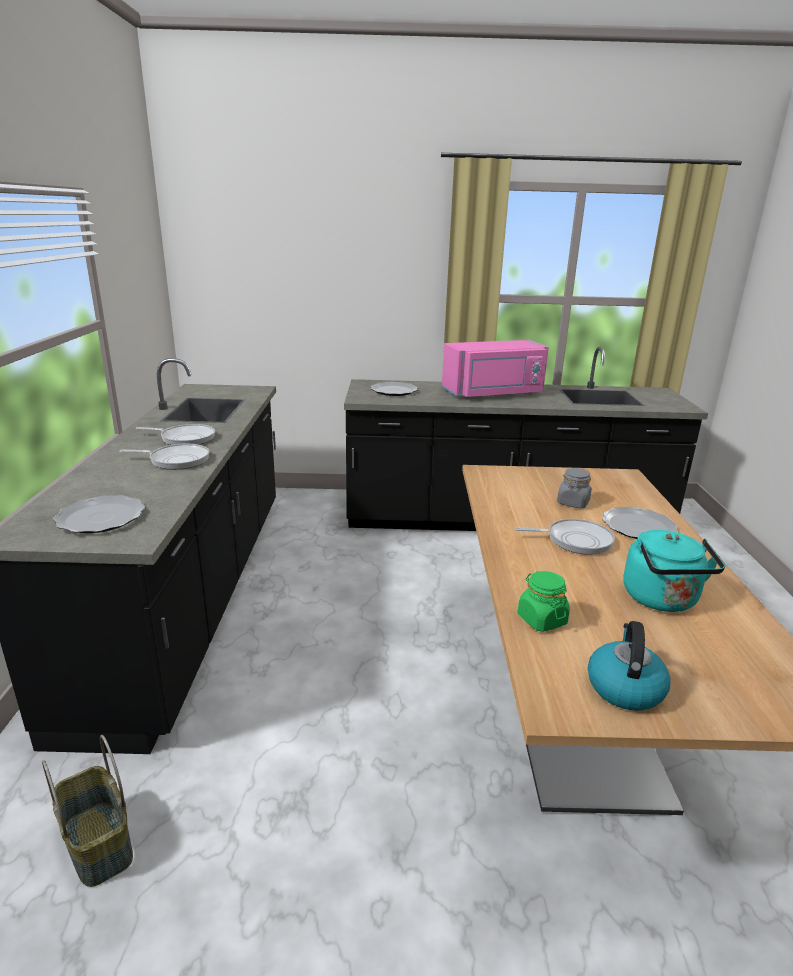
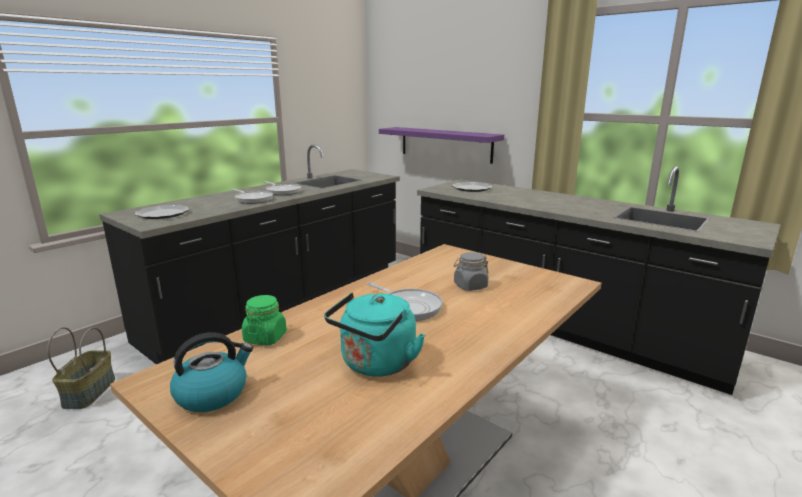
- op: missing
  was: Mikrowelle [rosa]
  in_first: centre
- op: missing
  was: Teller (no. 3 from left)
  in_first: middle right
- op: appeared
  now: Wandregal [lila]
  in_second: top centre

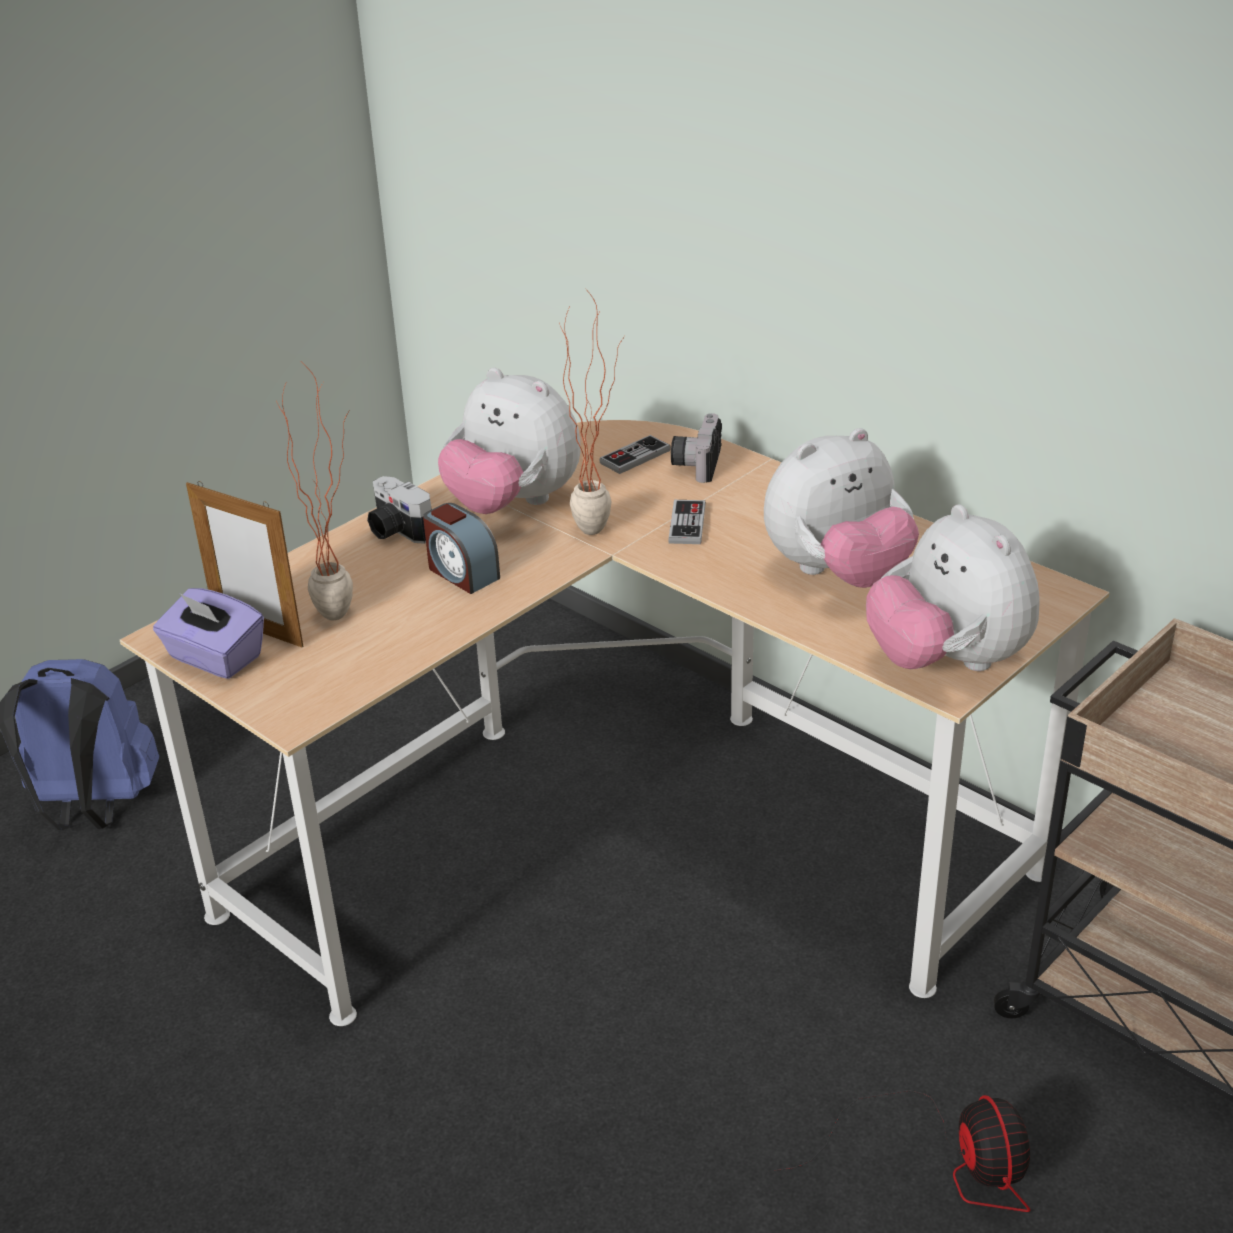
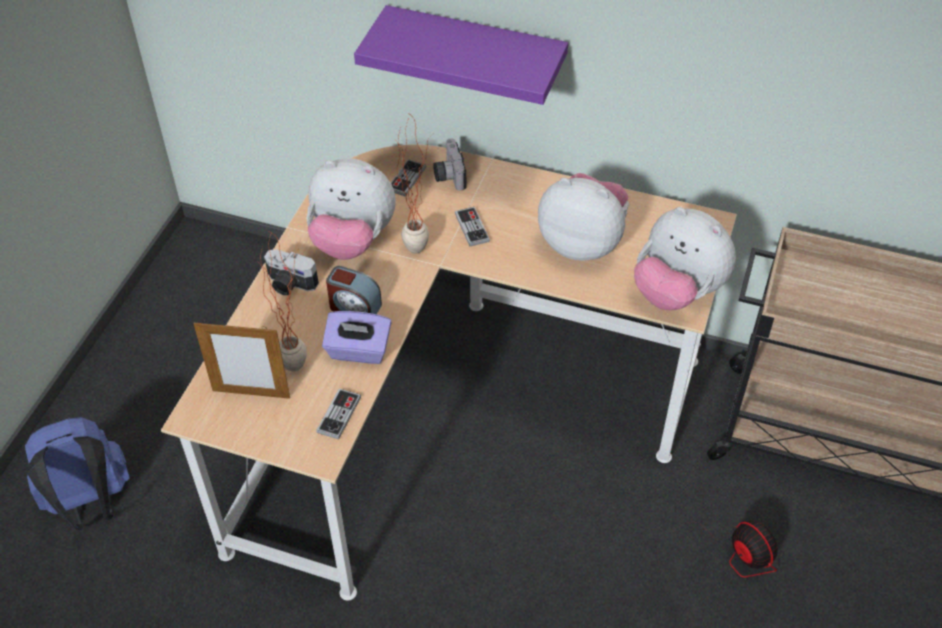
- op: spun
  was: Plüschtier (no. 2 from left)
  in_first: middle right
  in_second: centre
  clockwise: -105
- op: relocated
  was: Taschentuchbox [lila]
  in_first: middle left
  in_second: centre
- op: appeared
  now: Wandregal [lila]
  in_second: top centre
- op: appeared
  now: Gamepad (no. 1 from left)
  in_second: centre

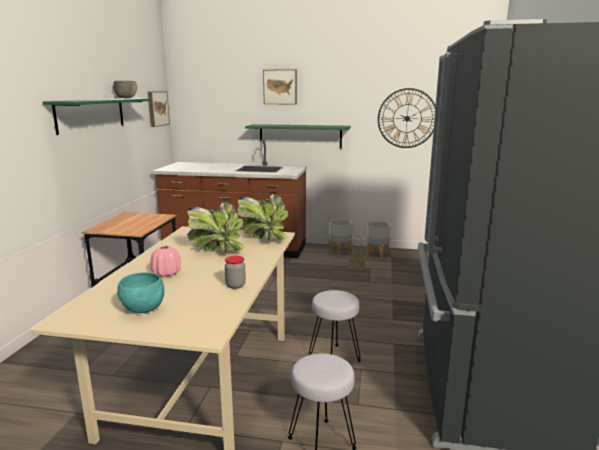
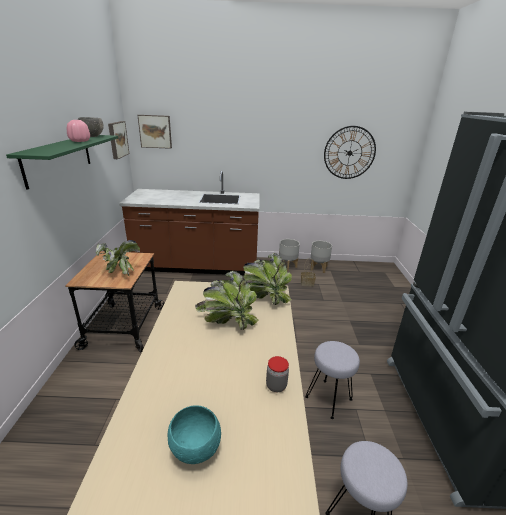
- op: relocated
  was: Bild (no. 2 from left)
  in_first: top centre
  in_second: top left
- op: missing
  was: Wandregal [grün] (no. 2 from left)
  in_first: top centre
- op: relocated
  was: Vase [rosa]
  in_first: middle left
  in_second: top left
- op: appeared
  now: Topfpflanze (no. 1 from left)
  in_second: middle left

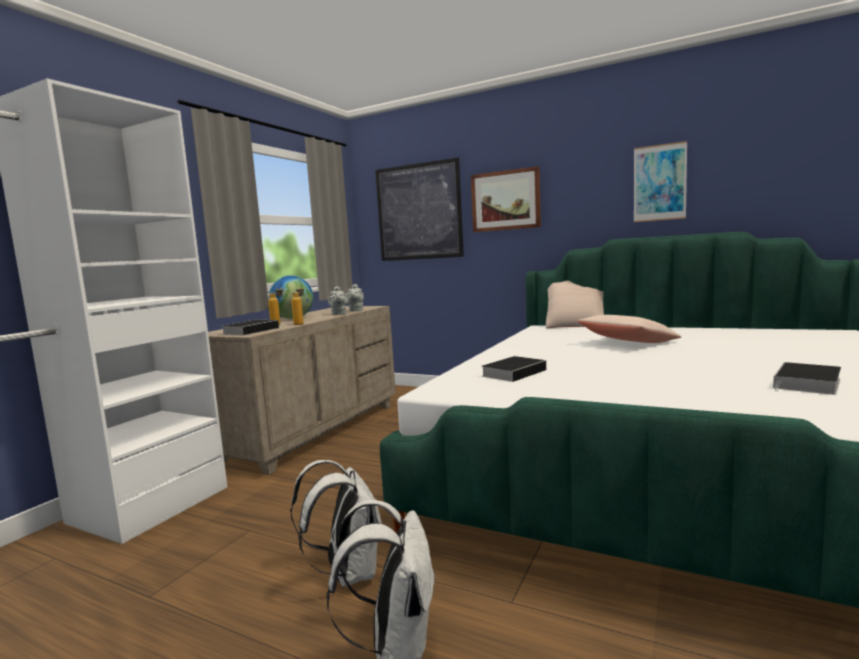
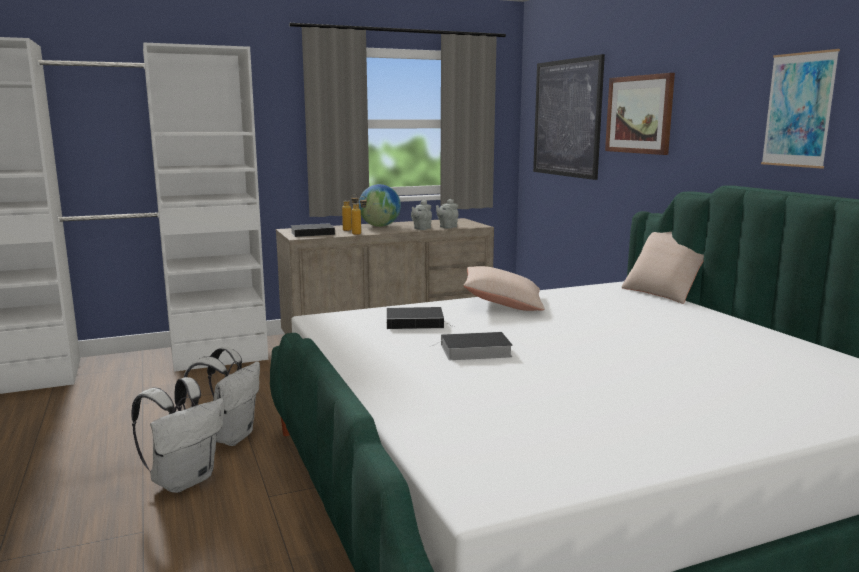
- op: relocated
  was: Kissen [beige] (no. 2 from left in the first image)
  now: Kissen [beige] (no. 1 from left)
  in_first: middle right
  in_second: centre
- op: relocated
  was: Buch (no. 3 from left)
  in_first: middle right
  in_second: centre

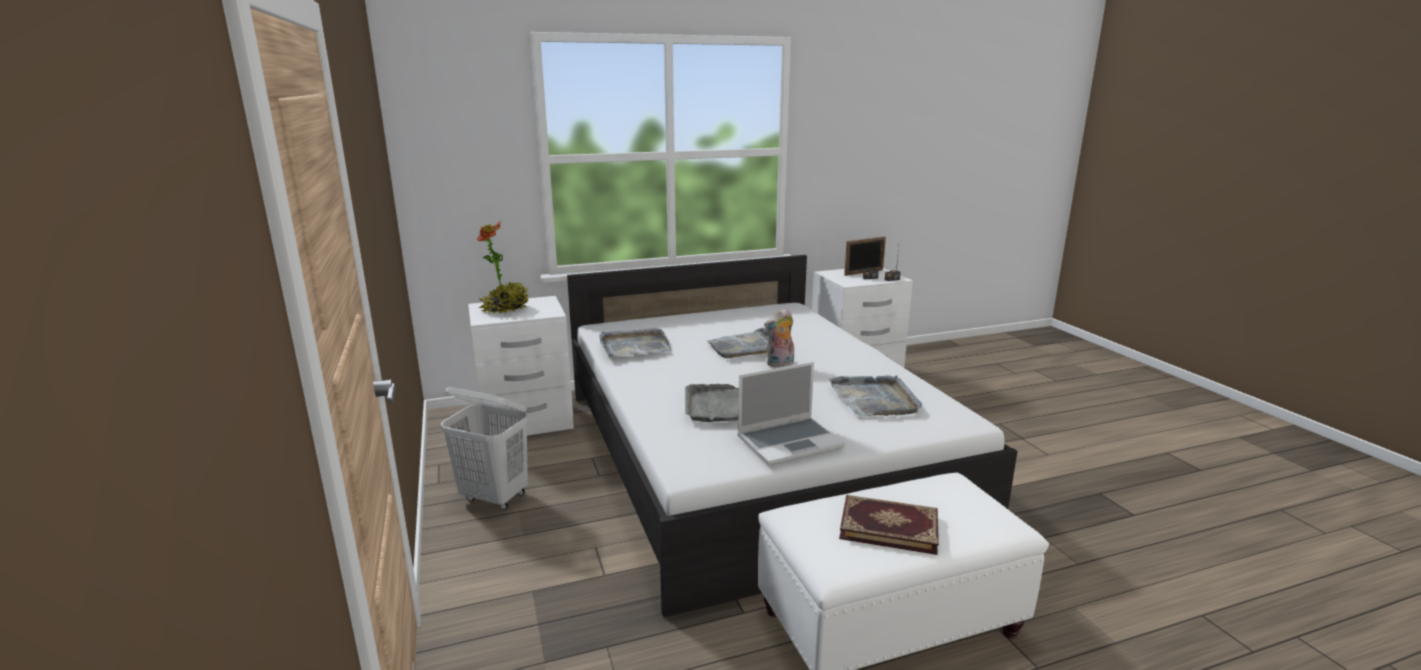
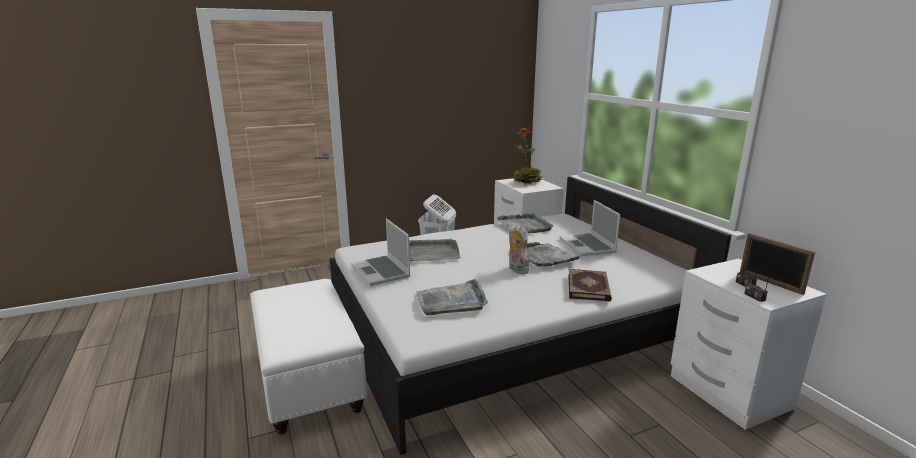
- op: relocated
  was: Buch
  in_first: bottom centre
  in_second: centre
- op: appeared
  now: Laptop (no. 2 from left)
  in_second: centre

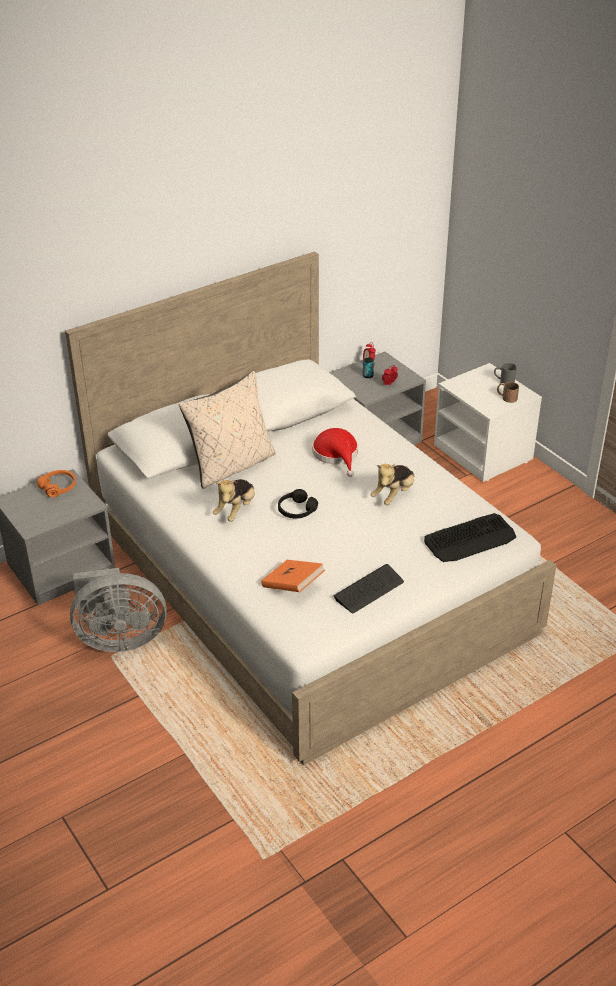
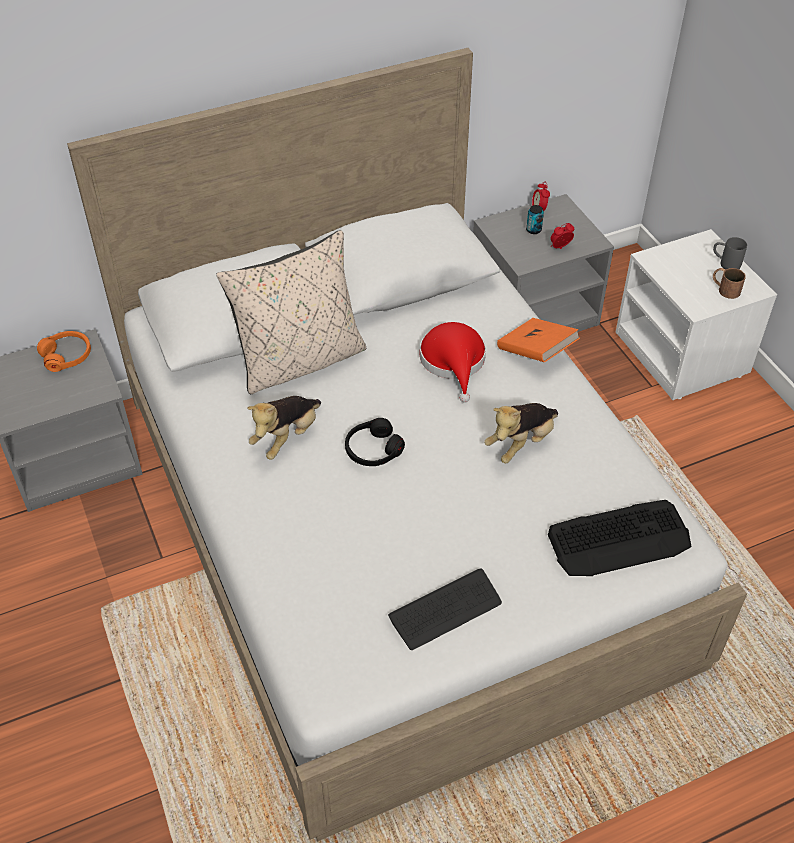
- op: relocated
  was: Buch [orange]
  in_first: centre
  in_second: middle right
- op: missing
  was: Ventilator [grau]
  in_first: middle left

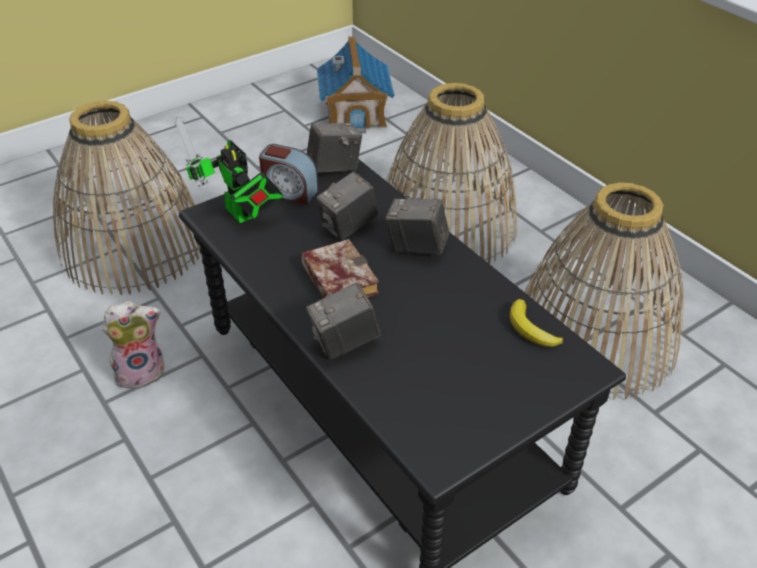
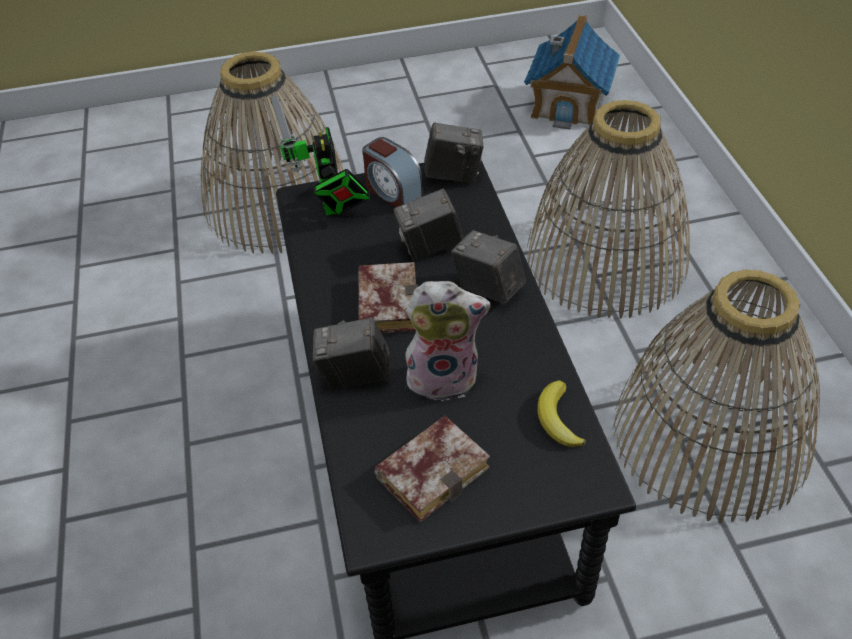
- op: relocated
  was: Plüschtier
  in_first: middle left
  in_second: centre
- op: appeared
  now: Buch (no. 2 from left)
  in_second: bottom centre

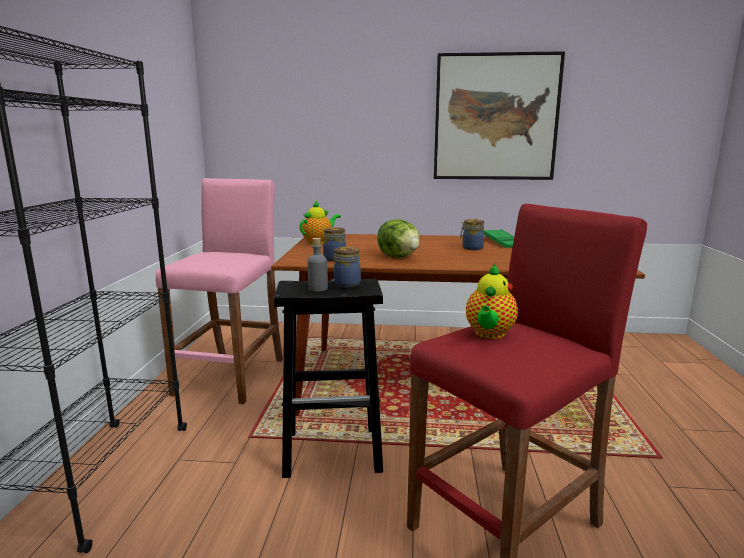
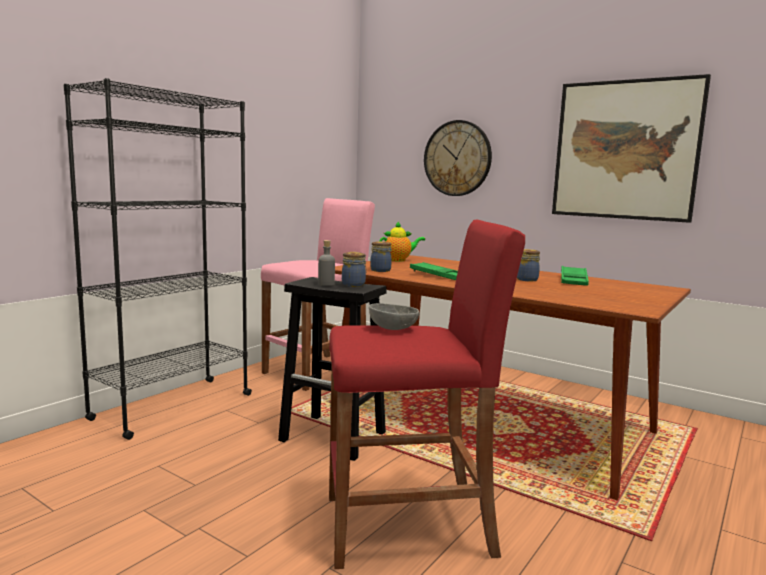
- op: exchanged
  was: Salatkopf
  now: Tablett [grün] (no. 1 from left)
  in_first: centre
  in_second: centre
- op: exchanged
  was: Teekanne (no. 2 from left)
  now: Schüssel [grau]
  in_first: centre
  in_second: centre
- op: appeared
  now: Wanduhr
  in_second: top centre

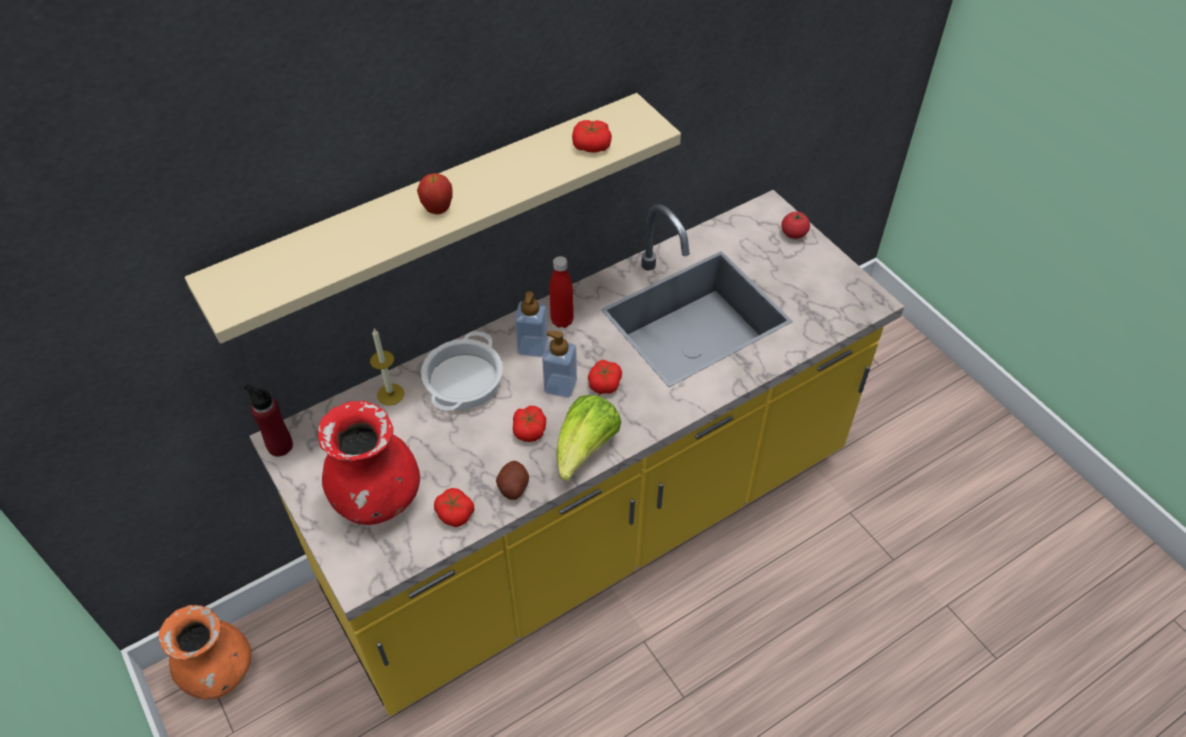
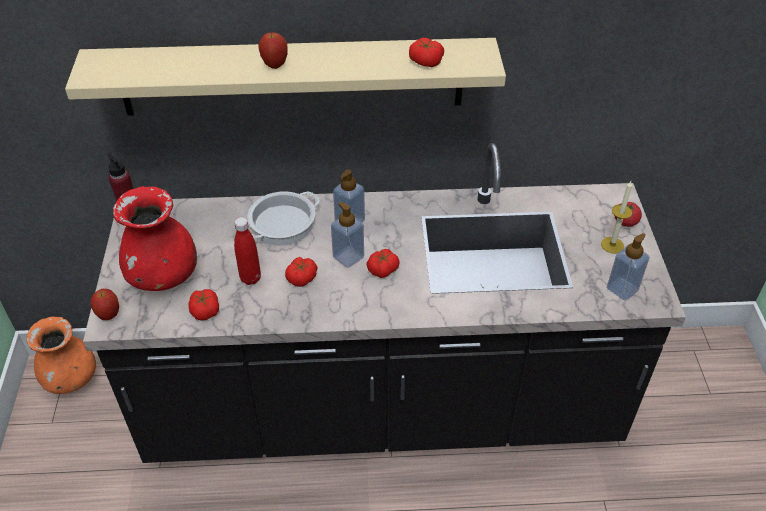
- op: colour
  was: Küchenzeile [gelb]
  now: Küchenzeile [schwarz]
  in_first: centre
  in_second: centre
- op: relocated
  was: Flasche [rot] (no. 2 from left)
  in_first: centre
  in_second: middle left
- op: relocated
  was: Kerze
  in_first: middle left
  in_second: middle right
- op: missing
  was: Salatkopf
  in_first: centre
- op: missing
  was: Kartoffel
  in_first: centre
- op: appeared
  now: Seifenspender (no. 3 from left)
  in_second: middle right
- op: appeared
  now: Apfel (no. 1 from left)
  in_second: middle left

